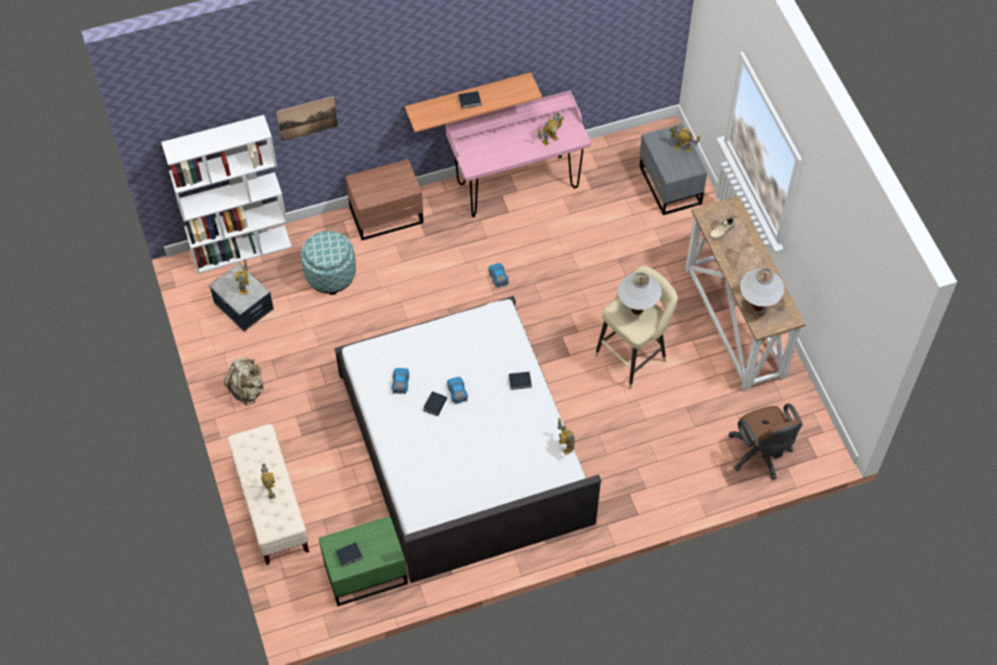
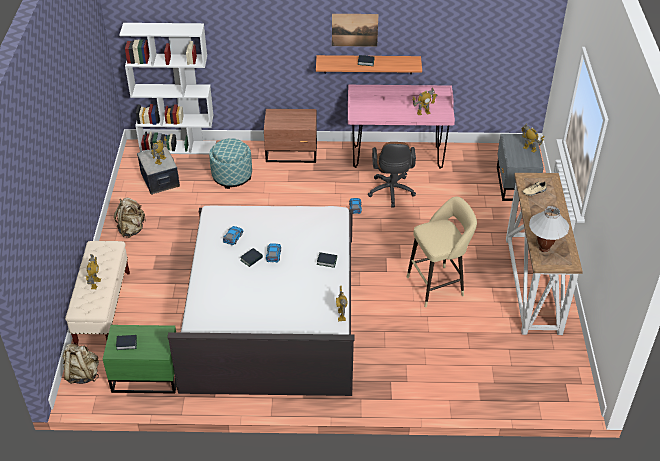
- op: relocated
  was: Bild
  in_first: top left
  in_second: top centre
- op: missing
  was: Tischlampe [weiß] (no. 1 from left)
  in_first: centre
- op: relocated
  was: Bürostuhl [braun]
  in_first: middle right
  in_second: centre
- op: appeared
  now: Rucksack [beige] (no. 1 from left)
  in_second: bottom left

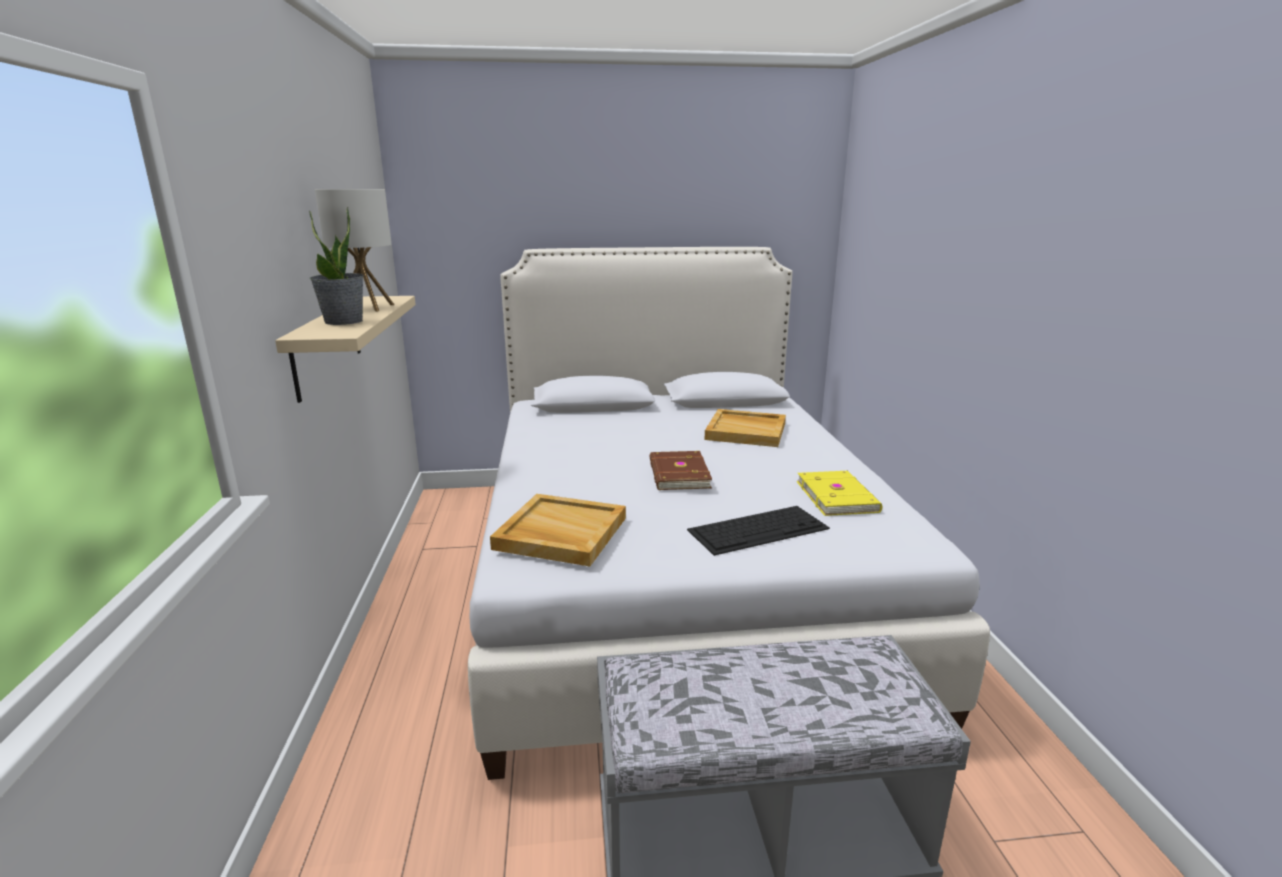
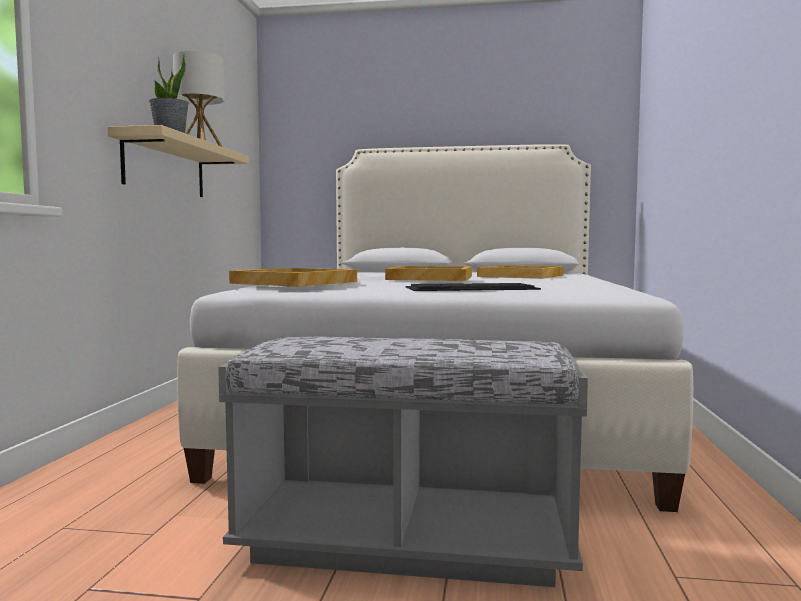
- op: exchanged
  was: Buch [braun]
  now: Tablett [beige] (no. 2 from left)
  in_first: centre
  in_second: centre
- op: missing
  was: Buch [gelb]
  in_first: centre

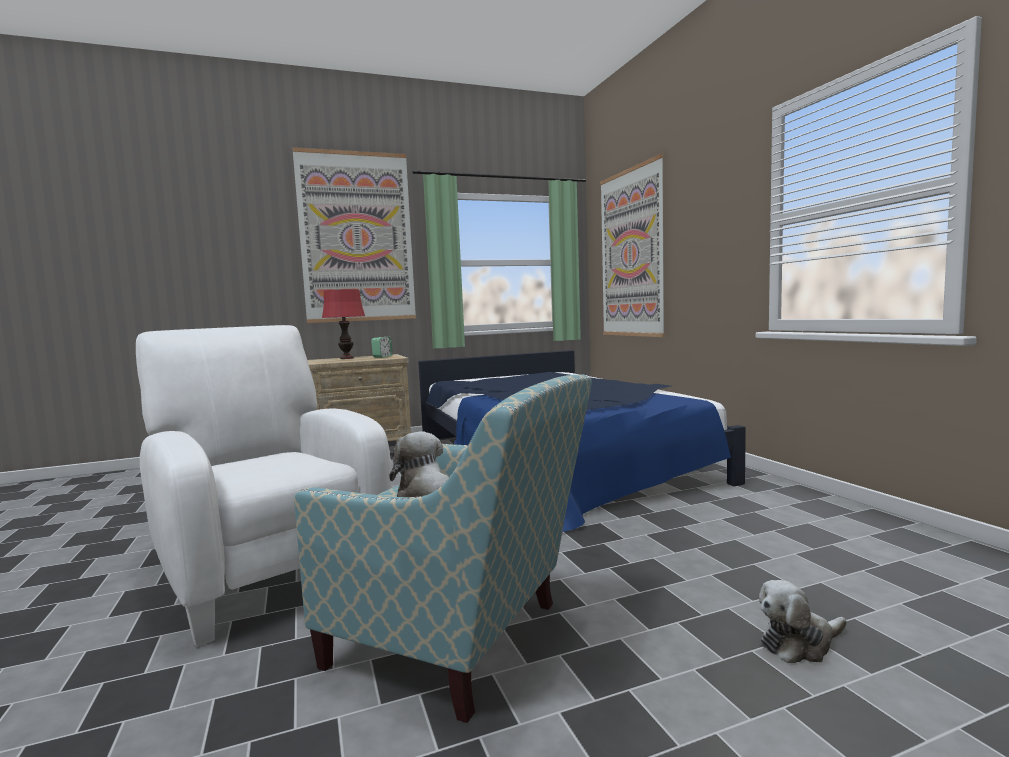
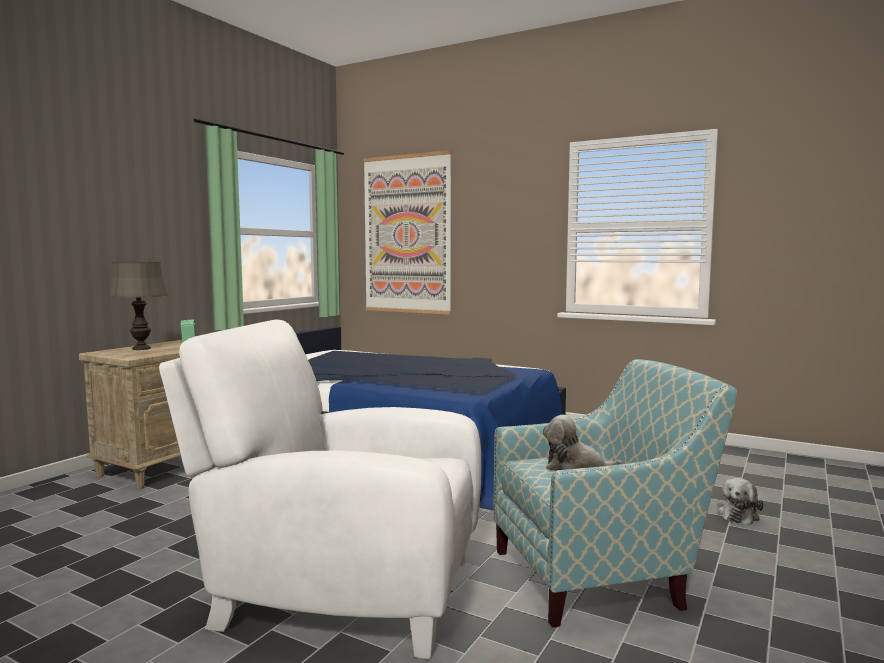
- op: missing
  was: Bild (no. 1 from left)
  in_first: top centre
- op: colour
  was: Tischlampe [rot]
  now: Tischlampe [grau]
  in_first: centre
  in_second: middle left

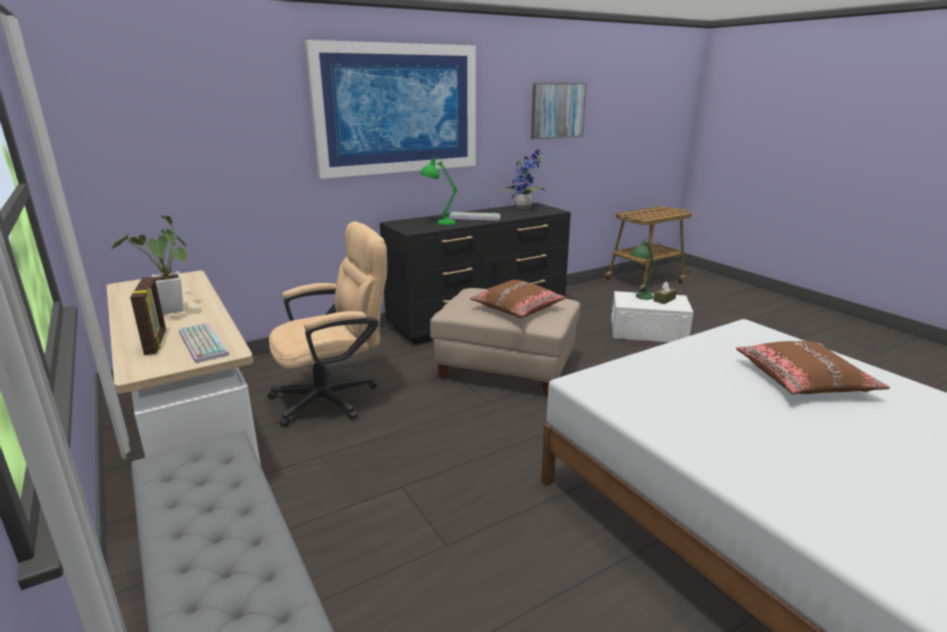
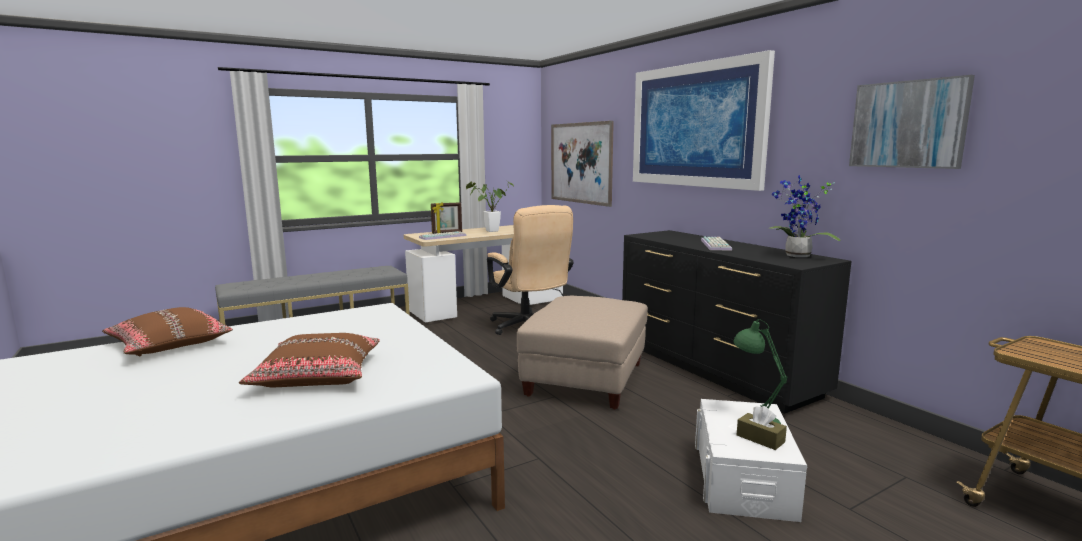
- op: missing
  was: Tischlampe [grün] (no. 1 from left)
  in_first: top centre
- op: relocated
  was: Kissen [braun] (no. 1 from left)
  in_first: centre
  in_second: middle left
- op: appeared
  now: Bild (no. 1 from left)
  in_second: top centre

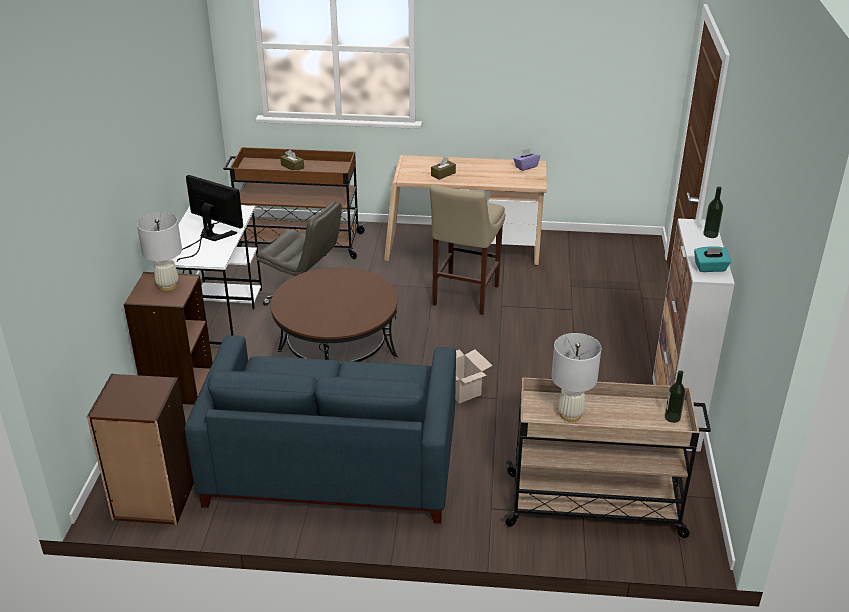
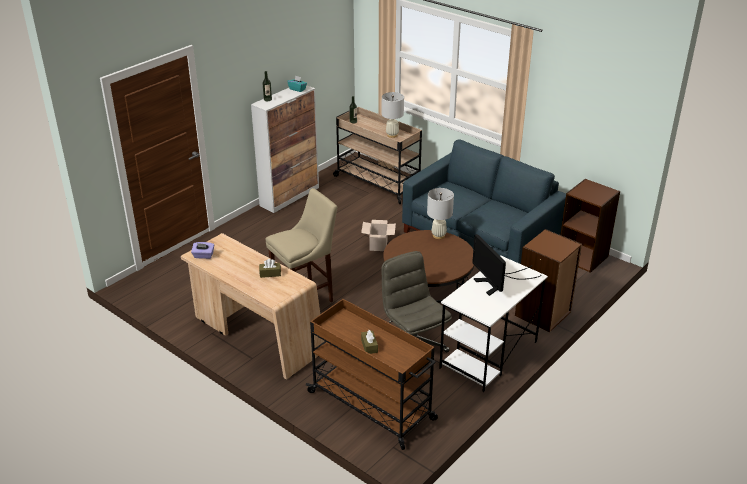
- op: relocated
  was: Tischlampe [weiß] (no. 1 from left in the first image)
  now: Tischlampe [weiß] (no. 2 from left)
  in_first: middle left
  in_second: centre

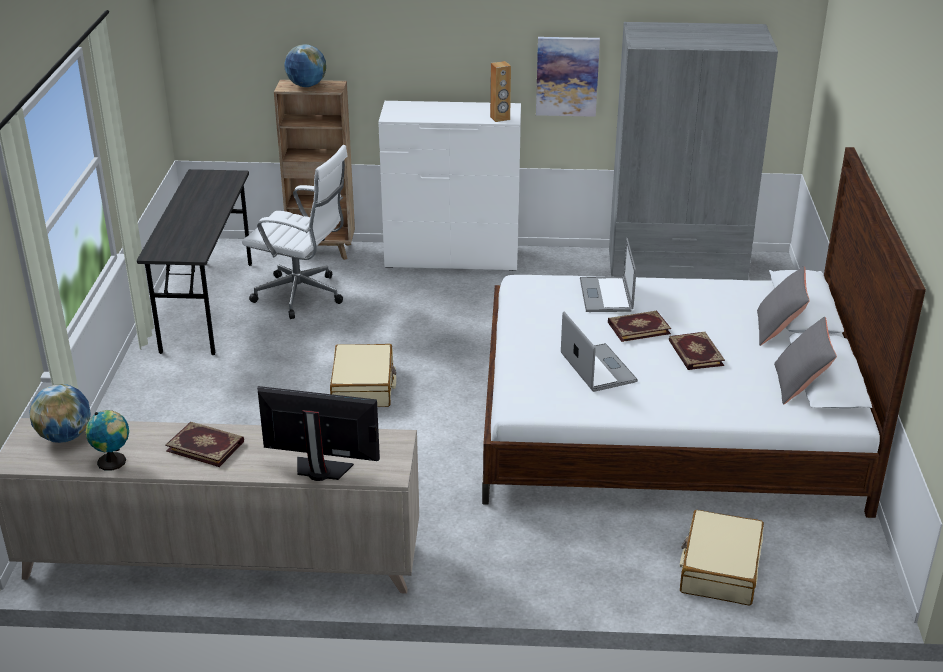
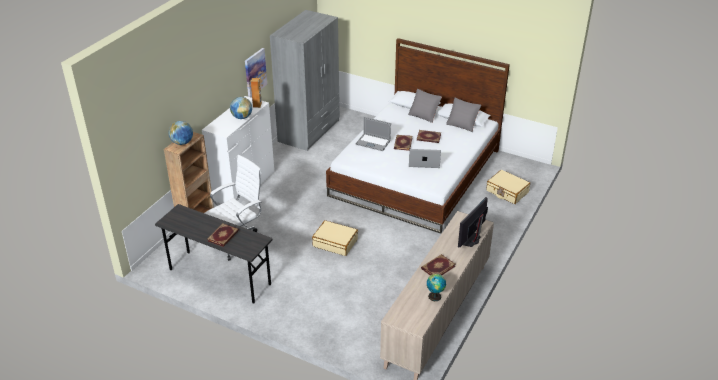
- op: relocated
  was: Globus (no. 1 from left in the first image)
  now: Globus (no. 2 from left)
  in_first: middle left
  in_second: top centre
- op: appeared
  now: Buch (no. 1 from left)
  in_second: middle left

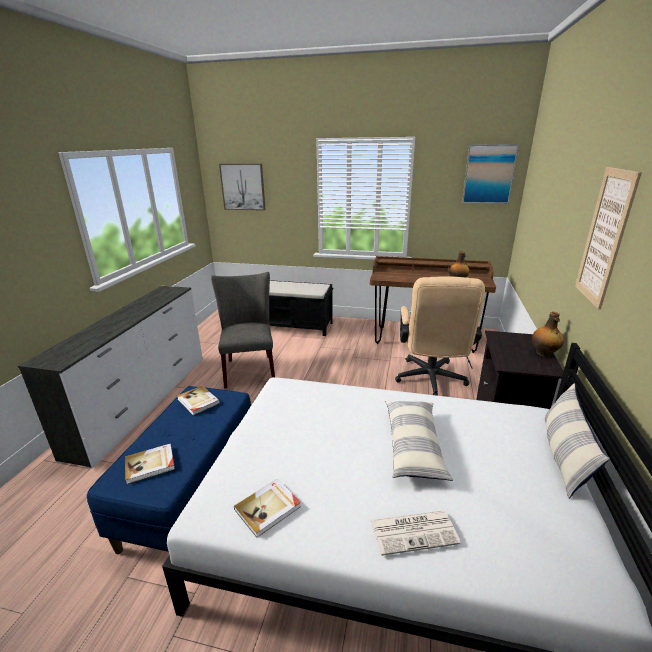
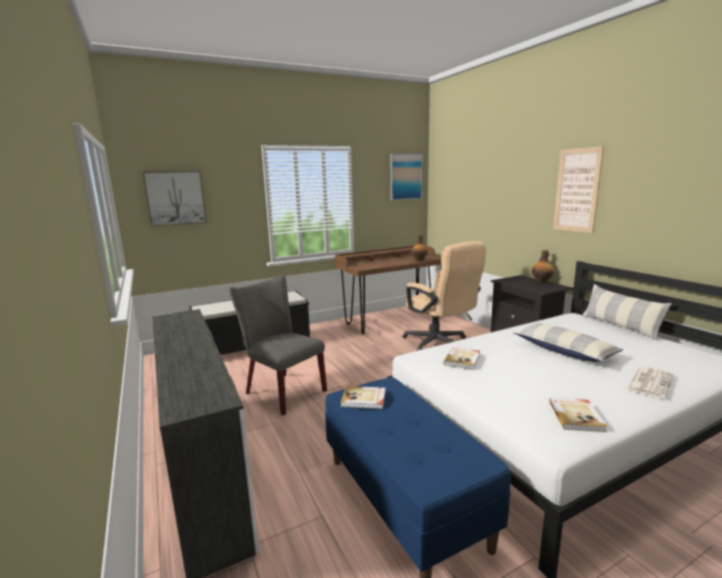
- op: relocated
  was: Buch (no. 1 from left in the first image)
  now: Buch (no. 2 from left)
  in_first: bottom left
  in_second: centre

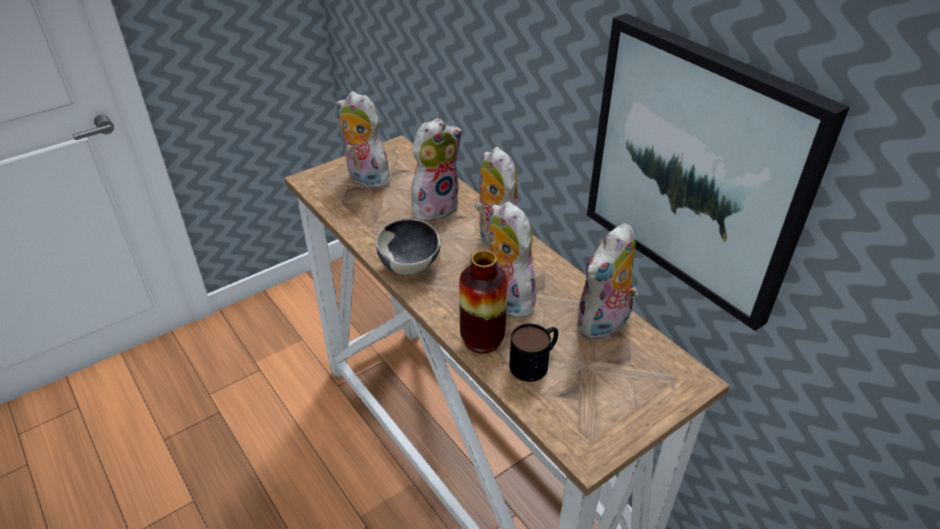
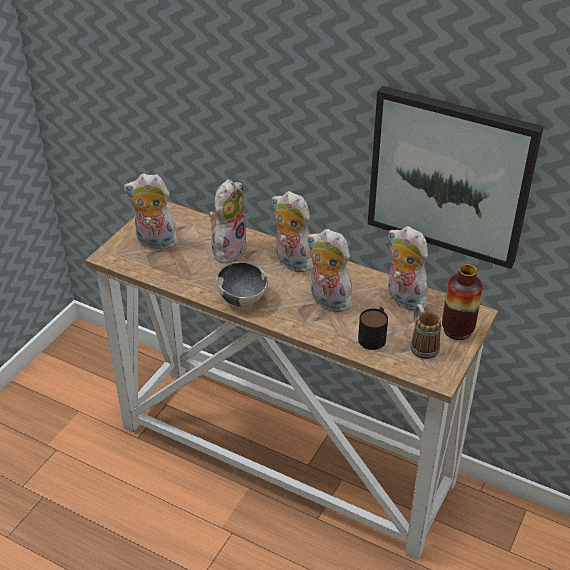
- op: spun
  was: Plüschtier (no. 5 from left)
  in_first: centre
  in_second: middle right
  clockwise: 120
- op: relocated
  was: Vase
  in_first: centre
  in_second: middle right
- op: appeared
  now: Henkelbecher (no. 2 from left)
  in_second: middle right

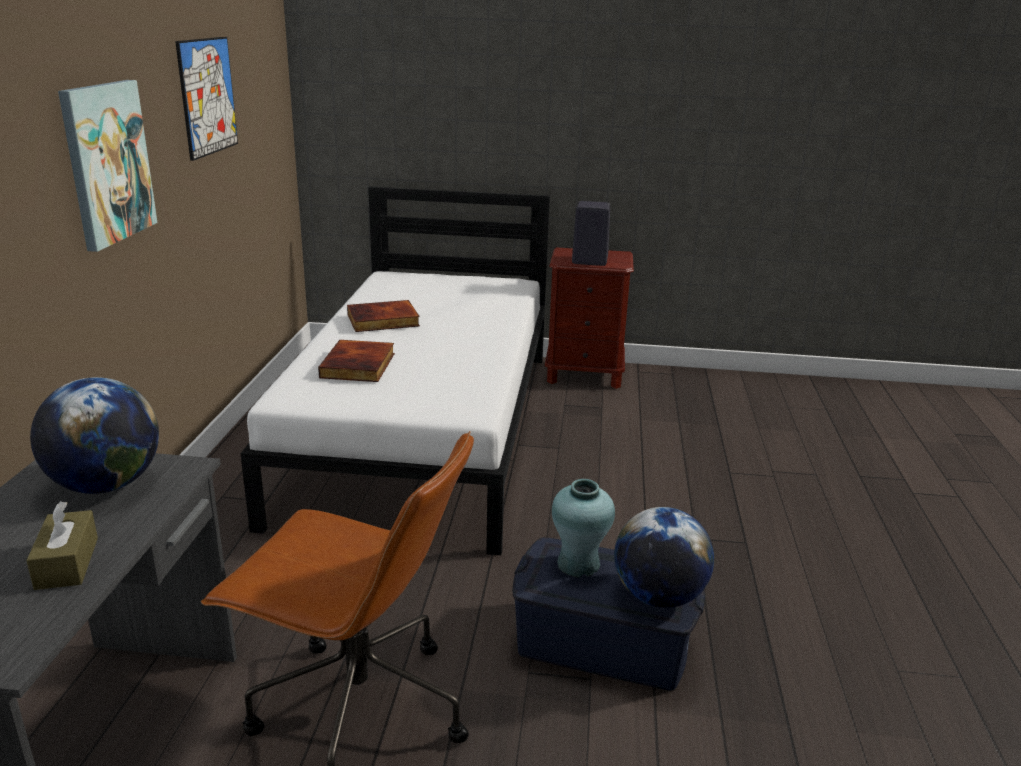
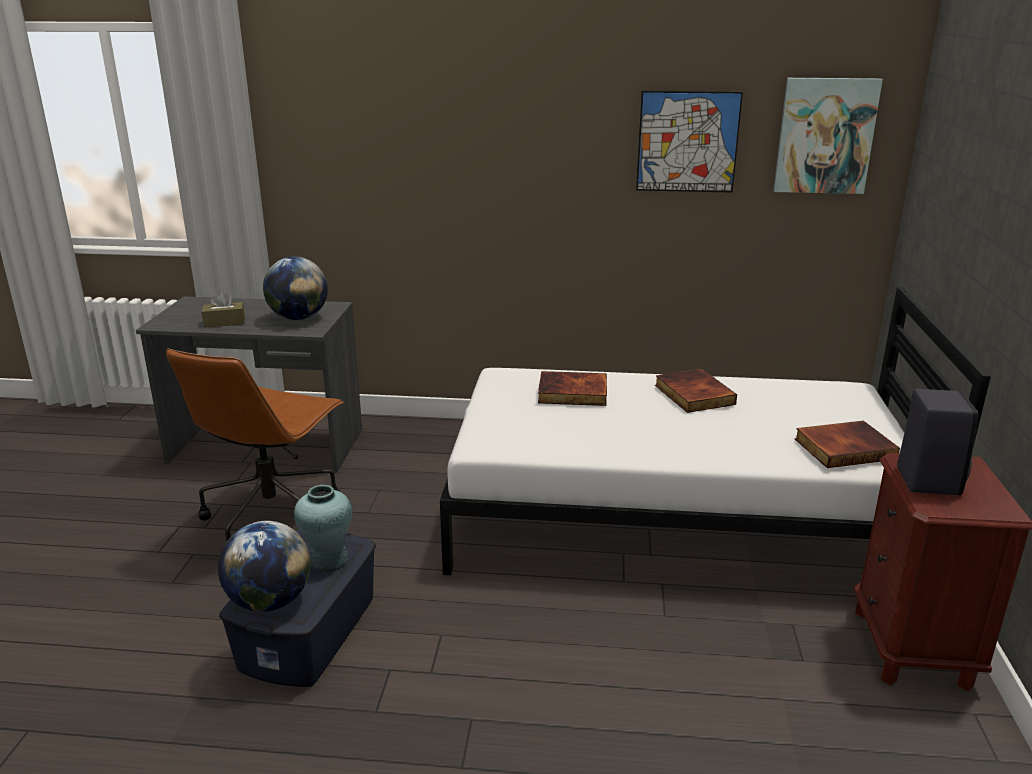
- op: relocated
  was: Bild (no. 1 from left in the first image)
  now: Bild (no. 2 from left)
  in_first: top left
  in_second: top right
- op: appeared
  now: Buch (no. 3 from left)
  in_second: middle right

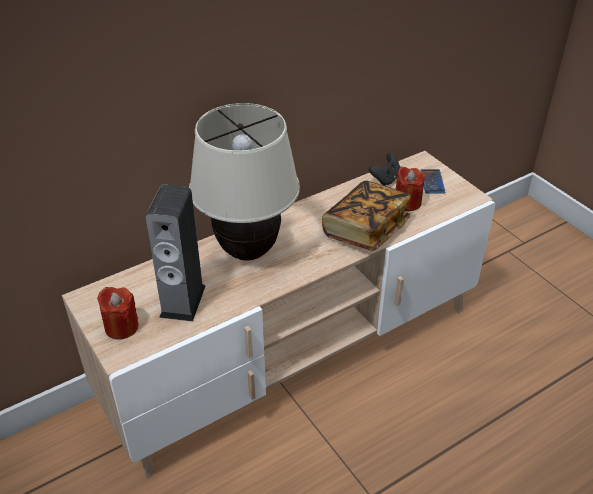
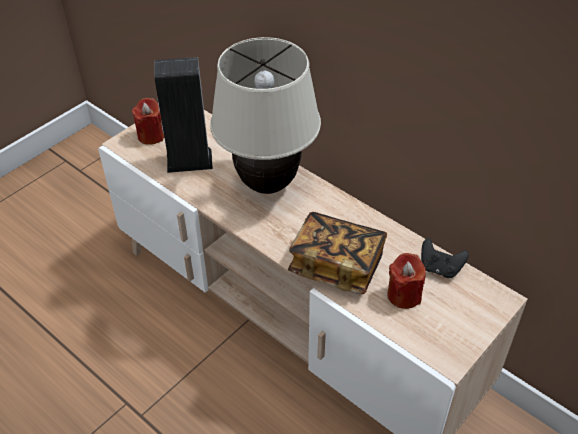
- op: missing
  was: Handy
  in_first: middle right

